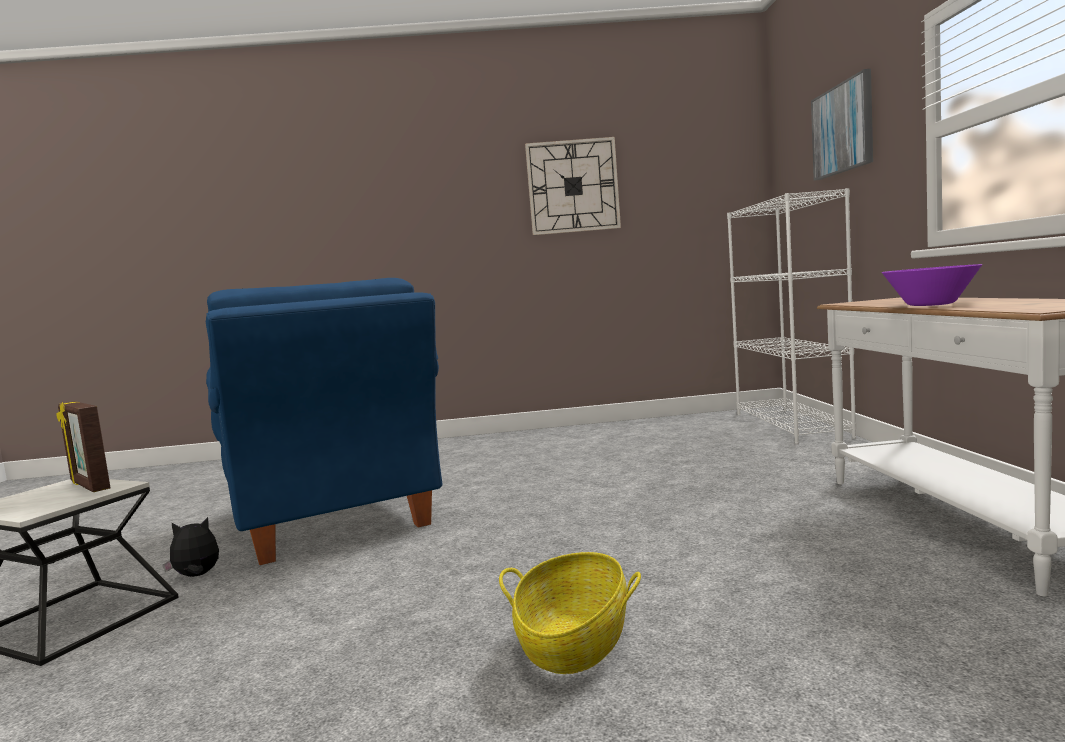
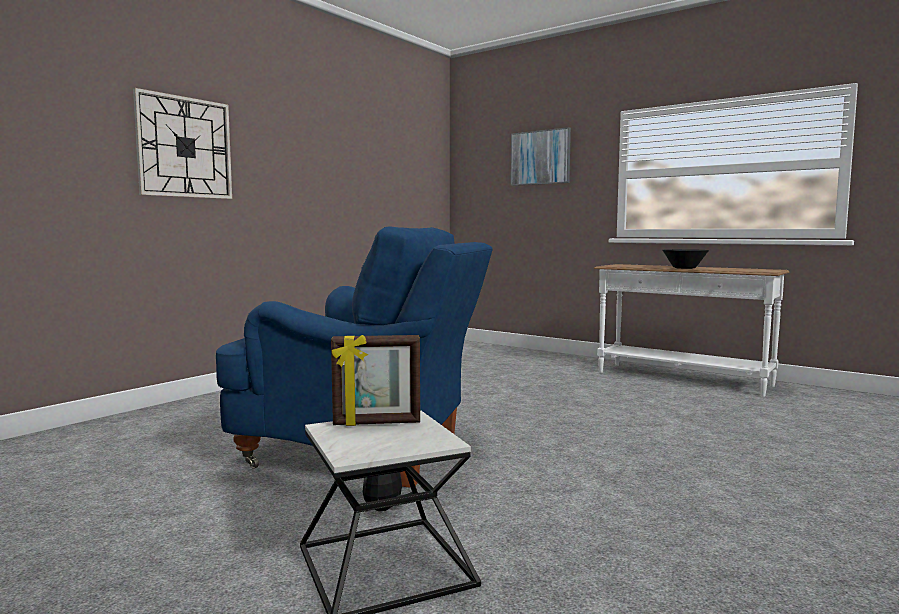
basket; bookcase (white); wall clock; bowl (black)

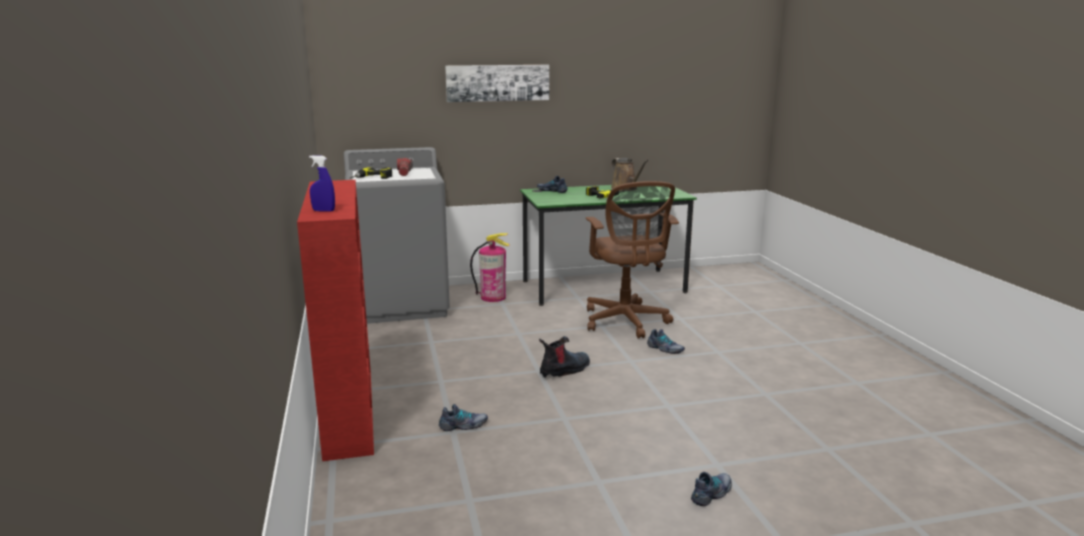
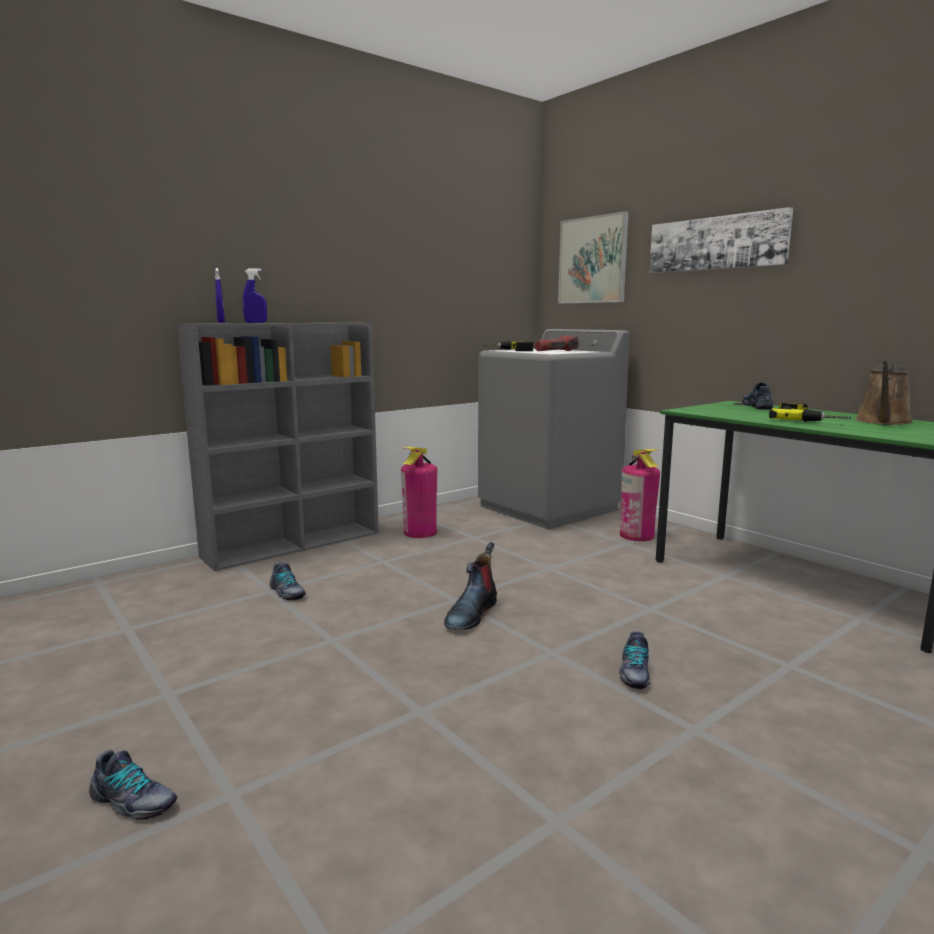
office chair (brown); spray bottle (blue) (2nd from left); fire extinguisher (1st from left); picture (1st from left); bookcase (grey); boot

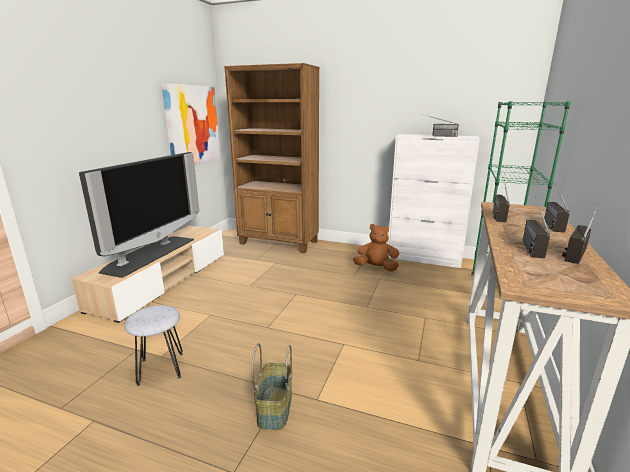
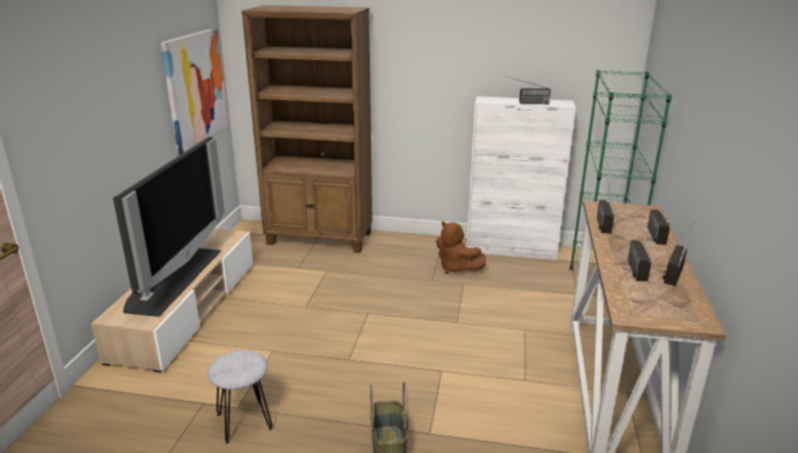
plush toy (brown)

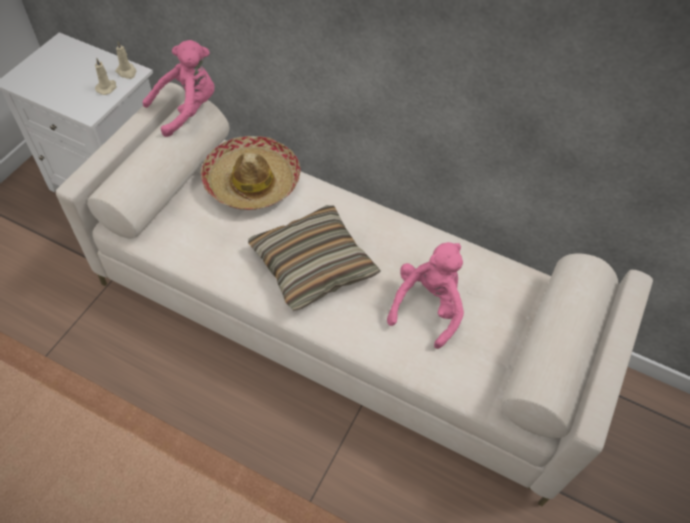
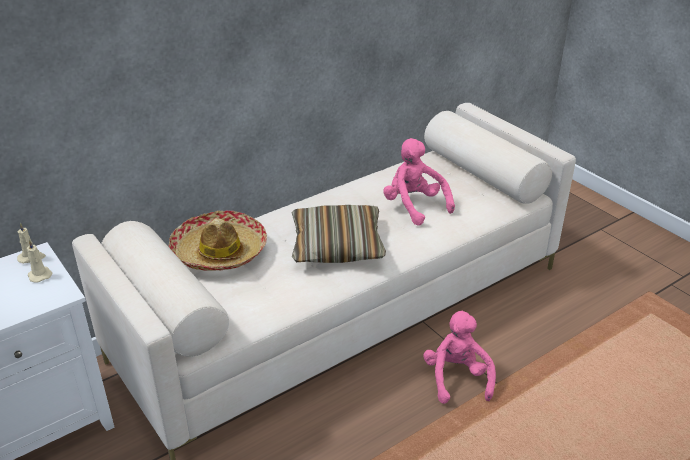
plush toy (pink) (2nd from left)

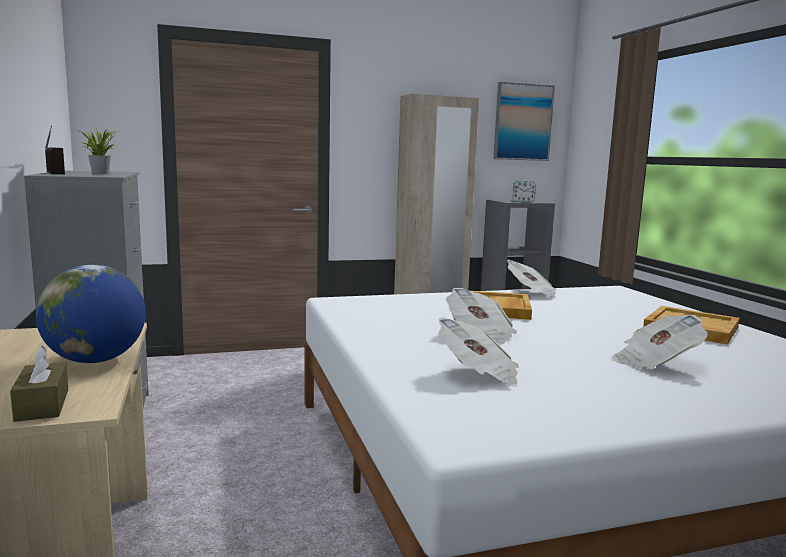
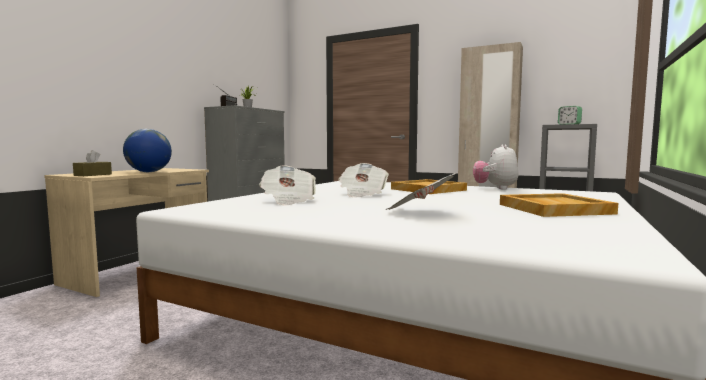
picture; plush toy

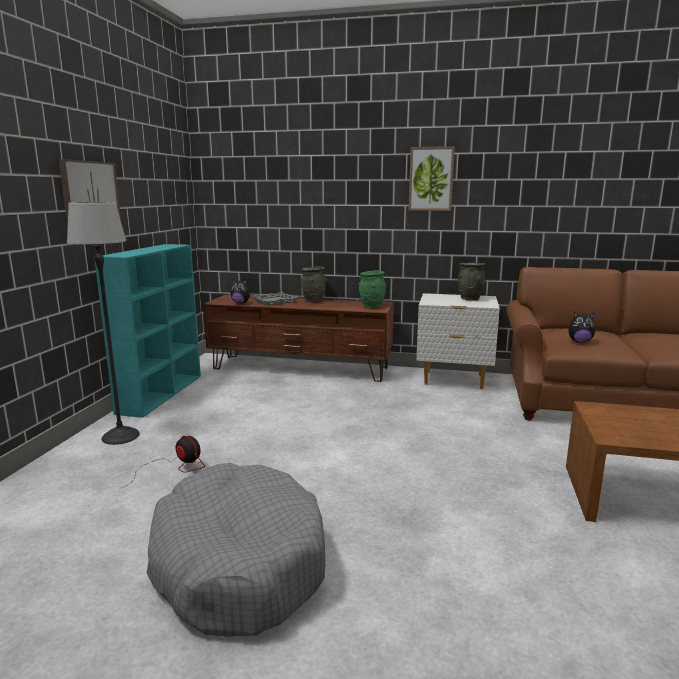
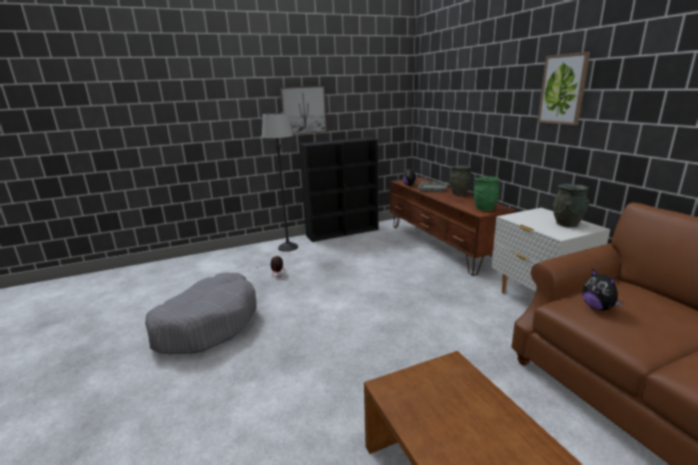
bookcase (black)

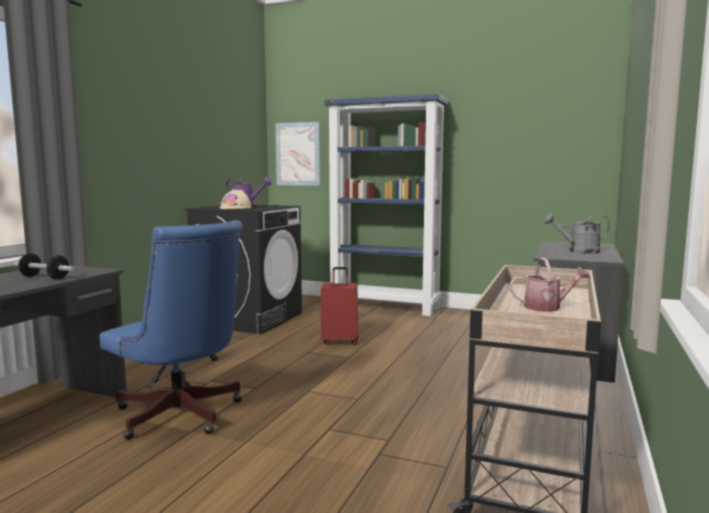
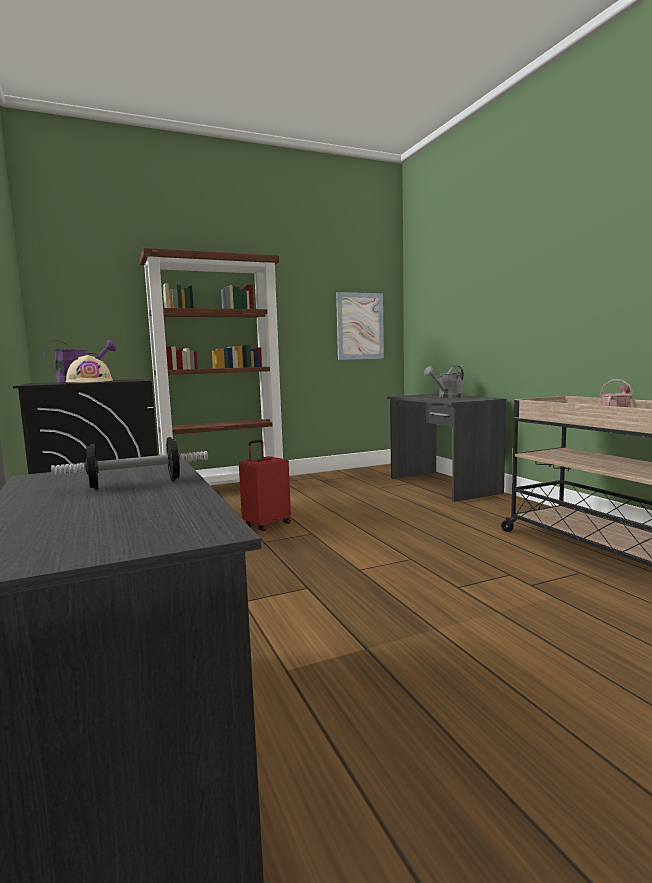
office chair (blue); picture; bookcase (brown)

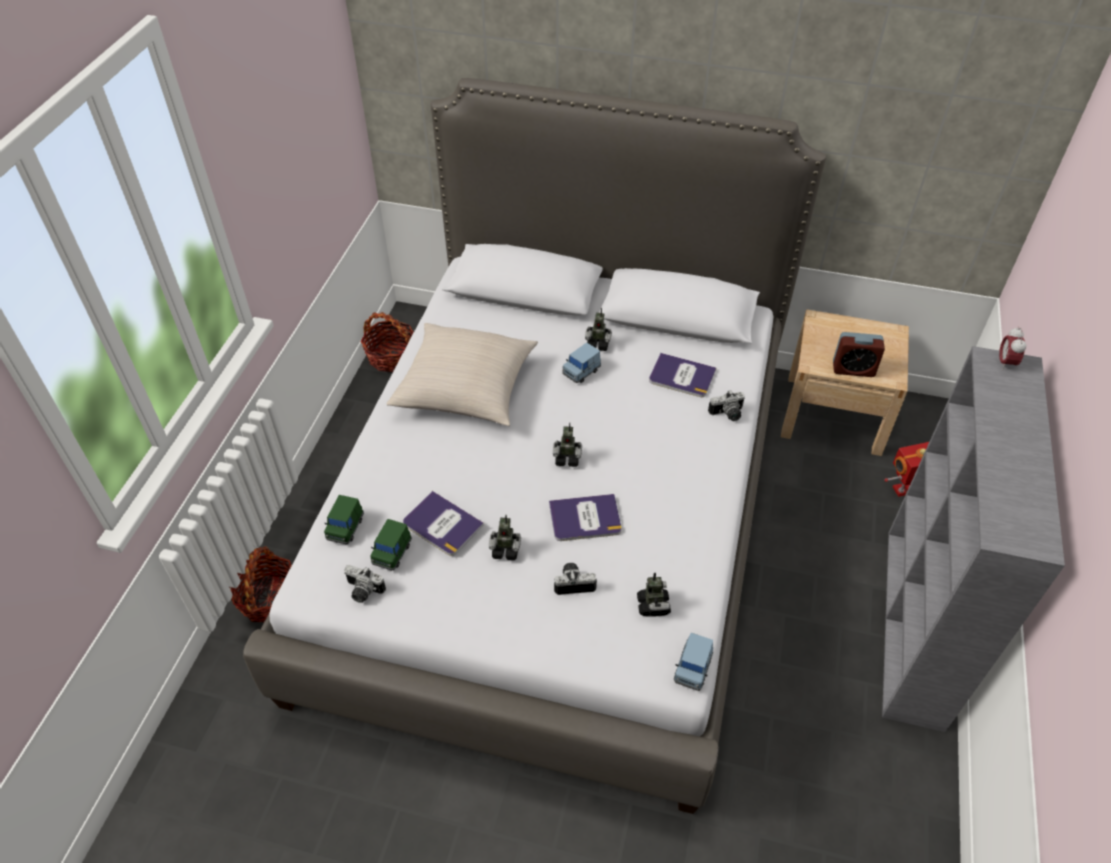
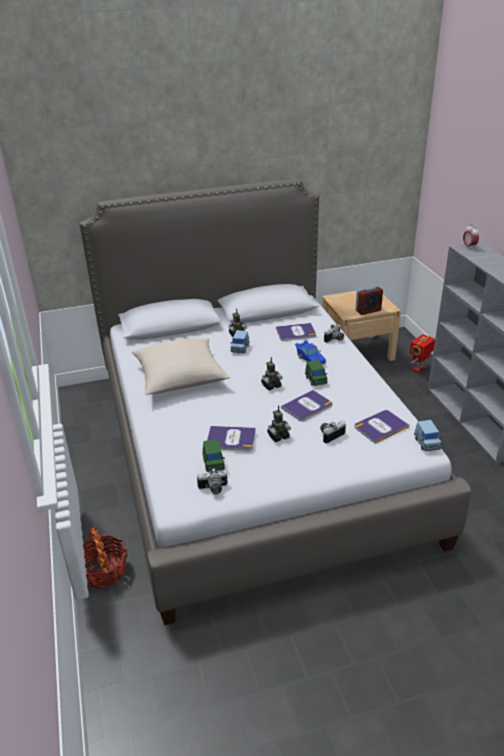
basket (2nd from left in the first image); toy car (blue) (2nd from left); toy car (green) (2nd from left); book (4th from left)

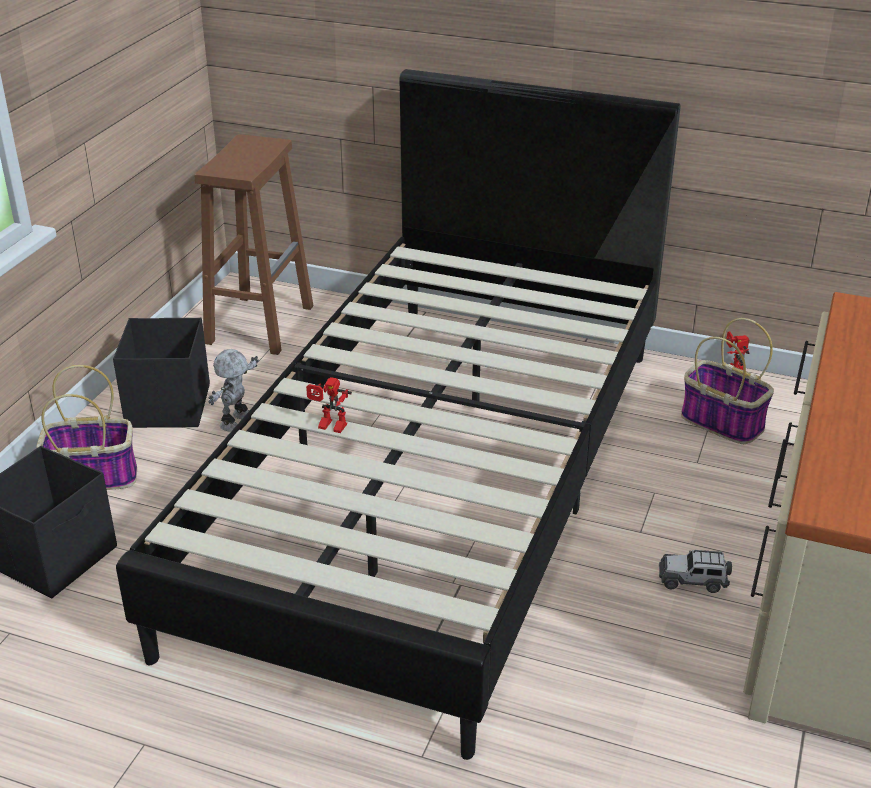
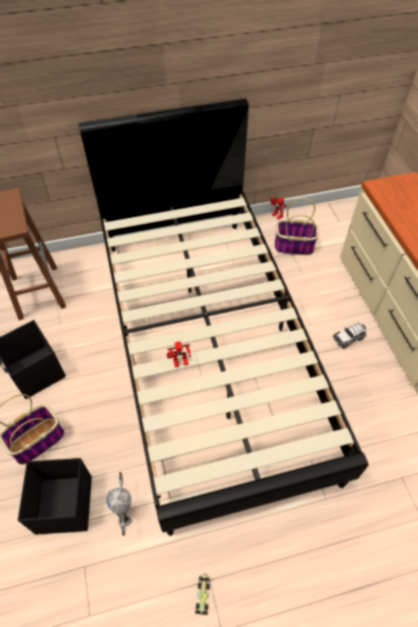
toy car (1st from left); toy robot (1st from left)

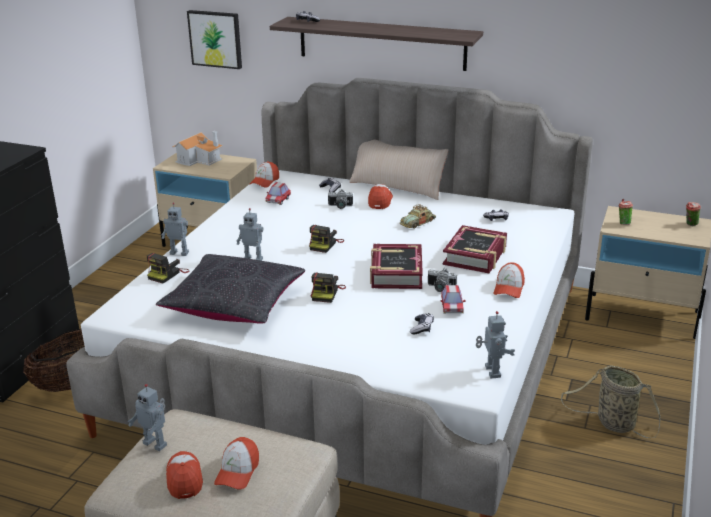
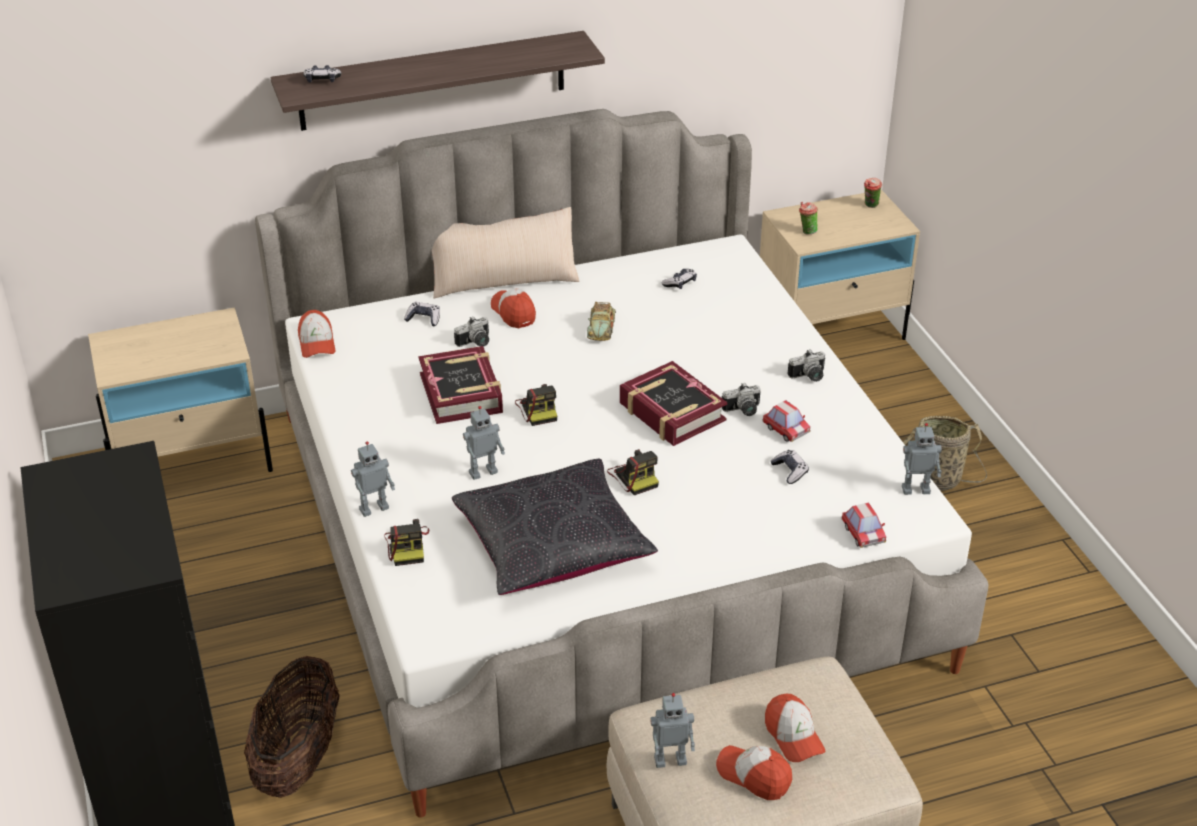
toy house; picture; toy car (3rd from left); book (1st from left); photo camera (6th from left); toy robot (4th from left)

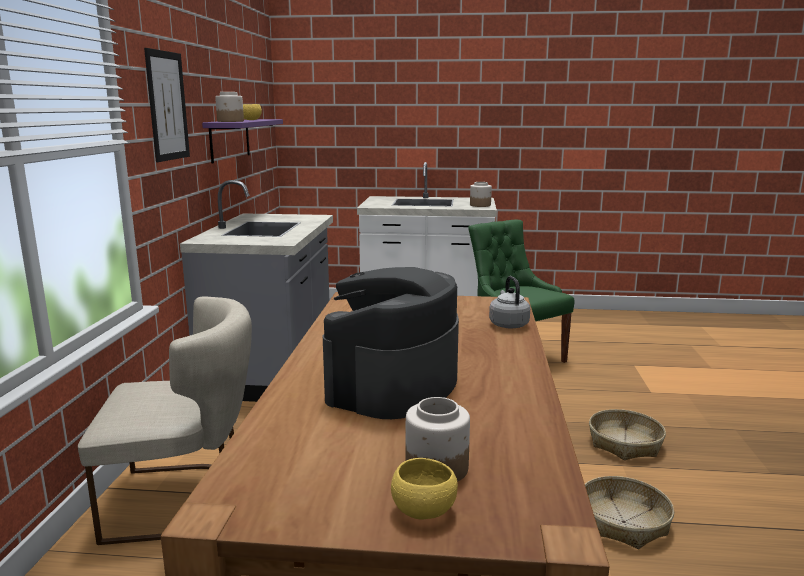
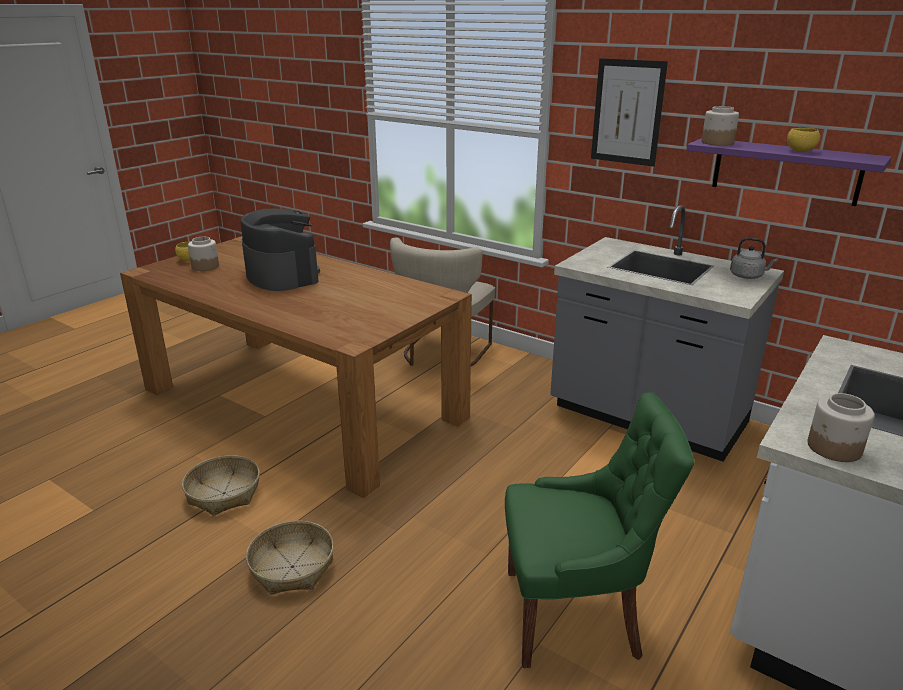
kettle (grey)

